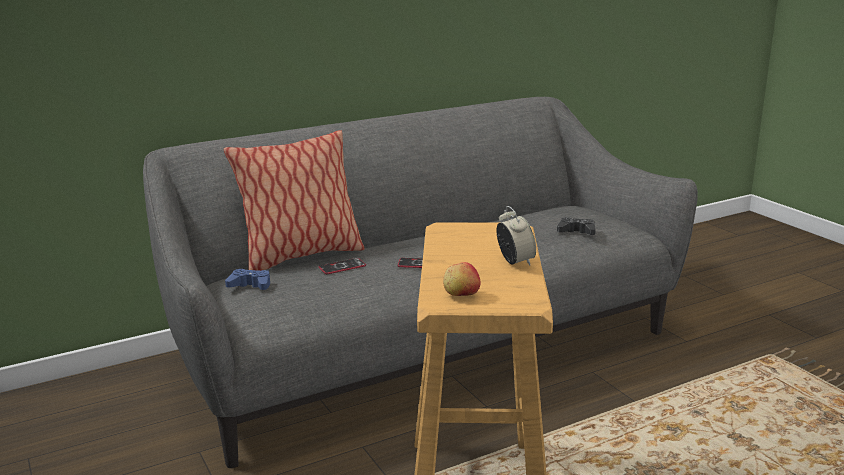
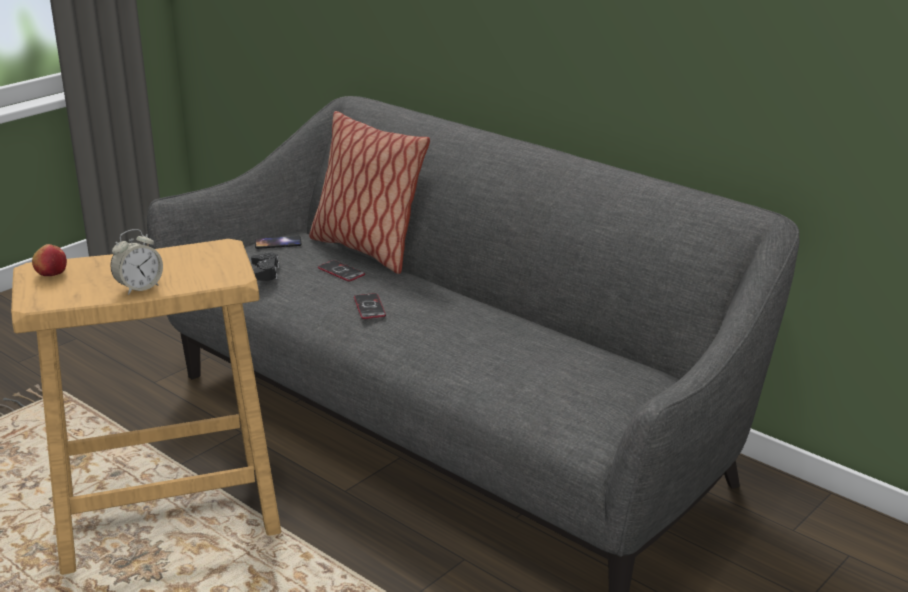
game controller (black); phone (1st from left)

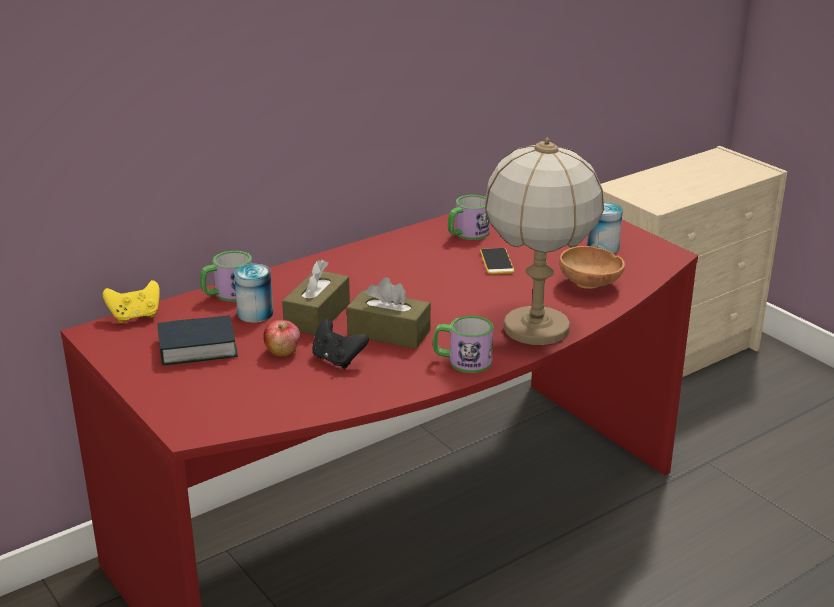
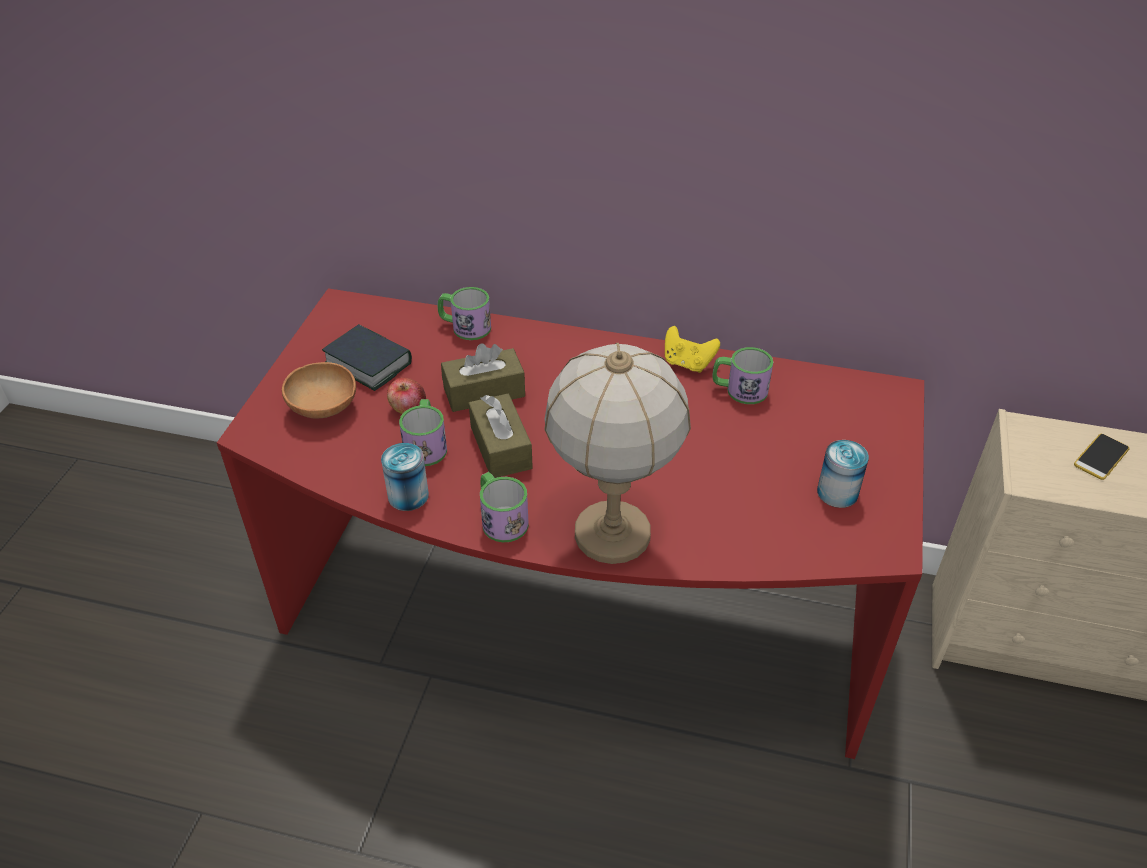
game controller (yellow); can (1st from left); phone; bowl (brown); mug (1st from left)

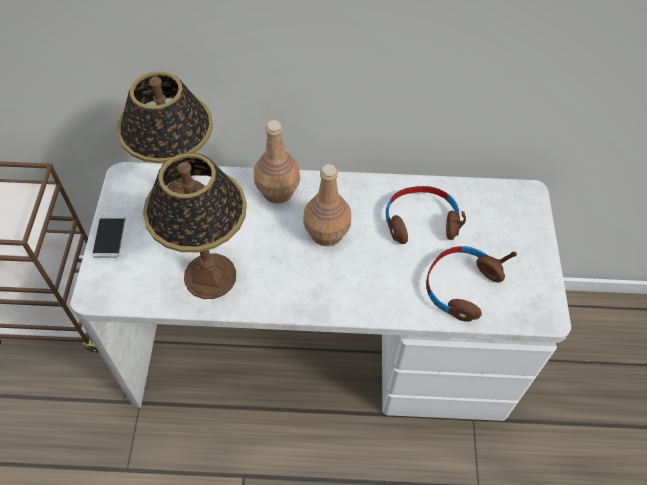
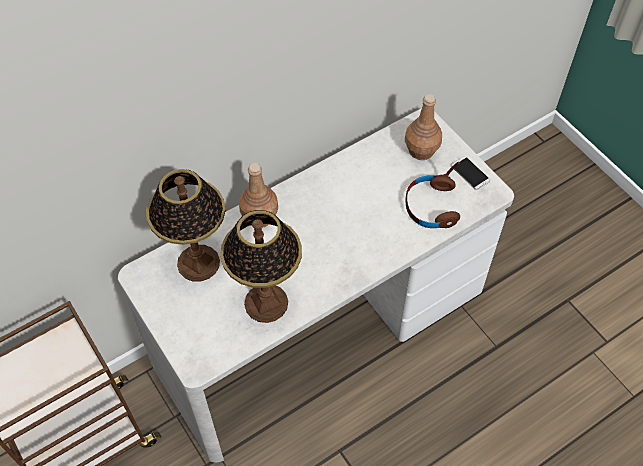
headphones (brown) (1st from left in the first image); phone; bottle (brown) (2nd from left)

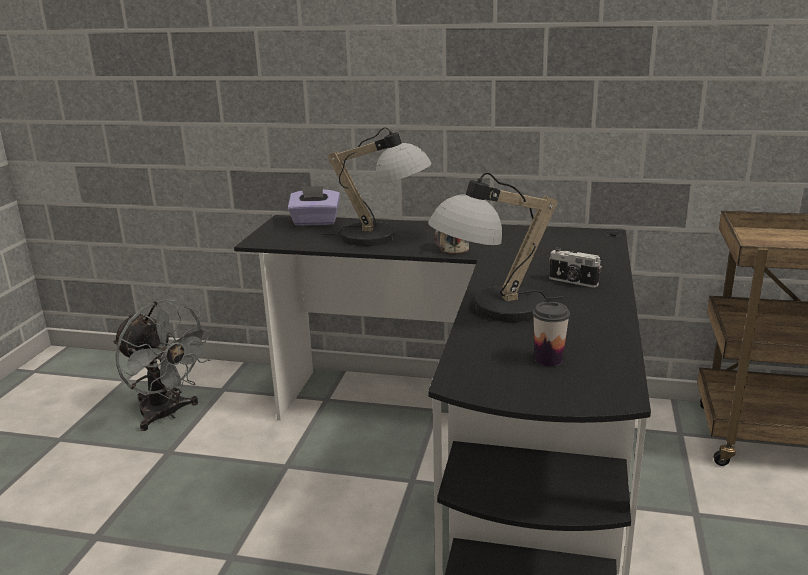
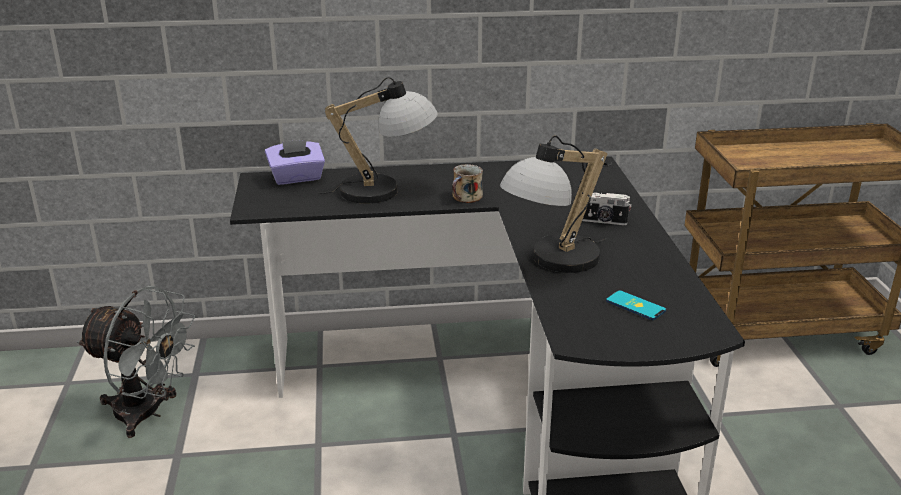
phone

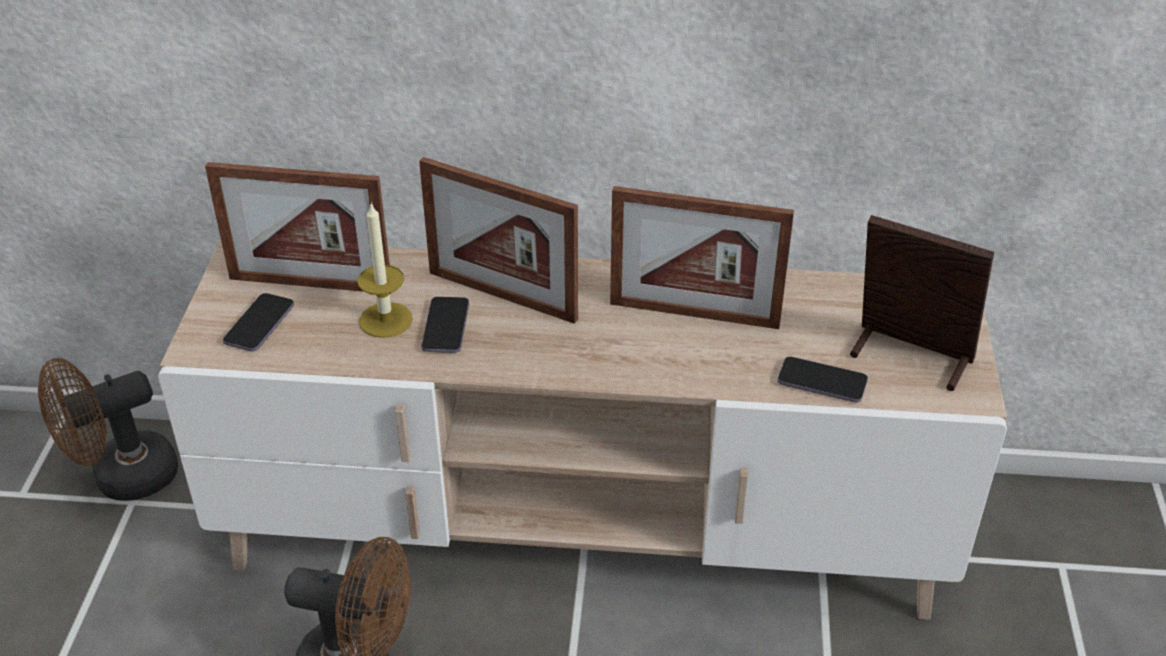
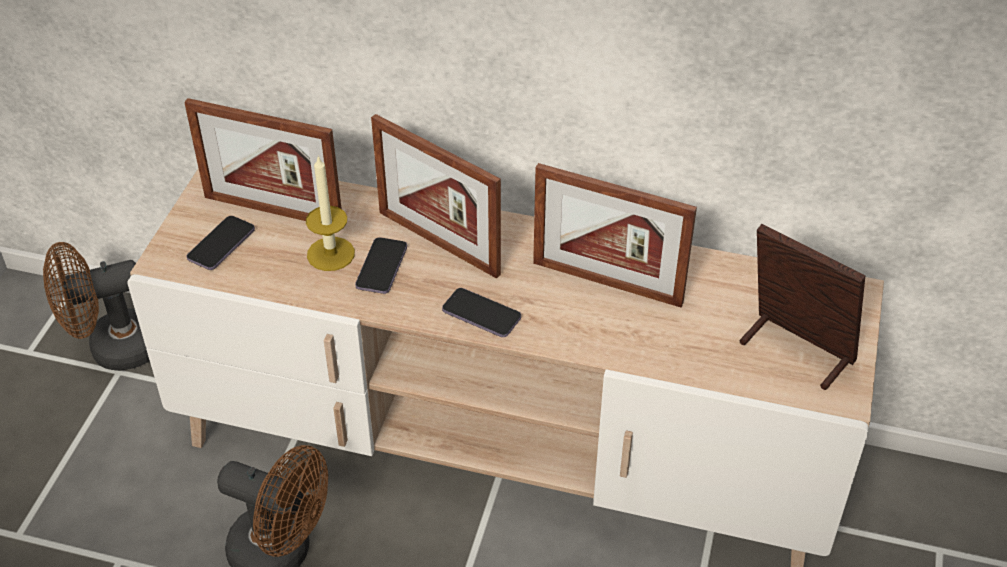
phone (3rd from left)

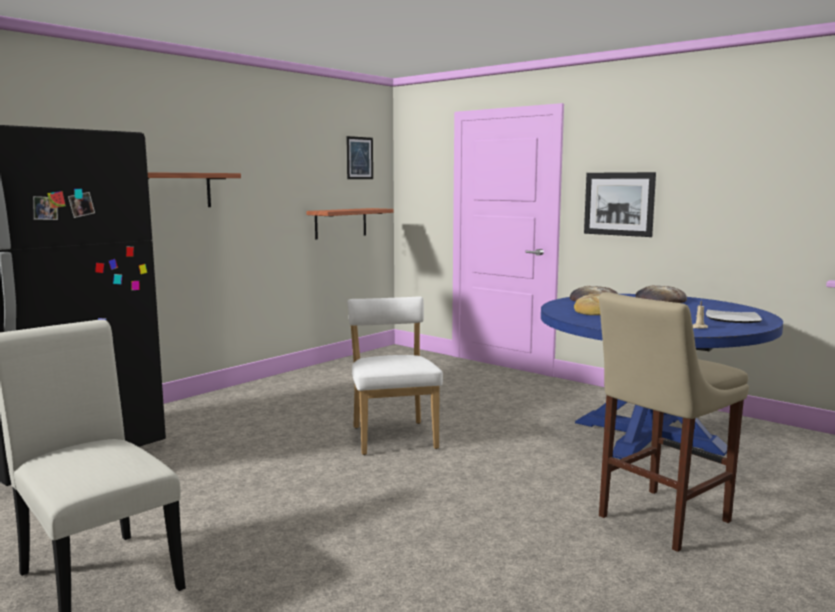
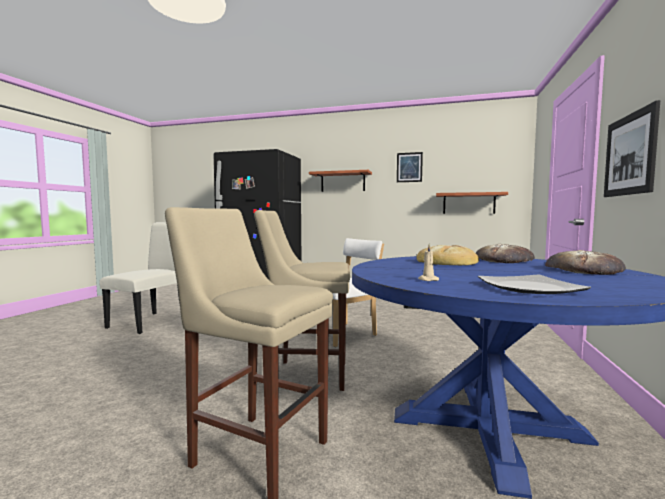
stool (beige) (2nd from left); picture (1st from left)

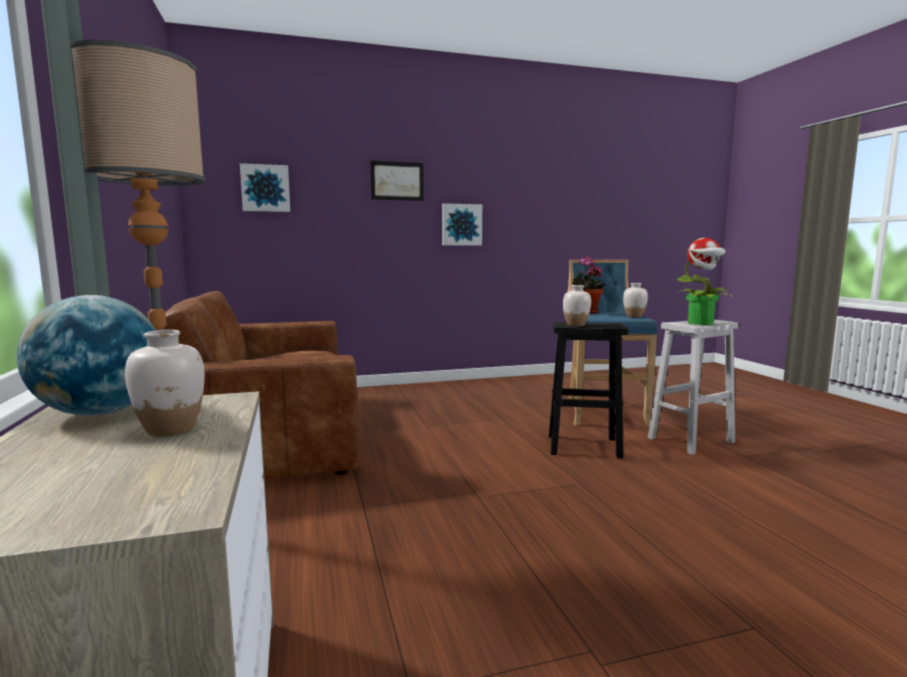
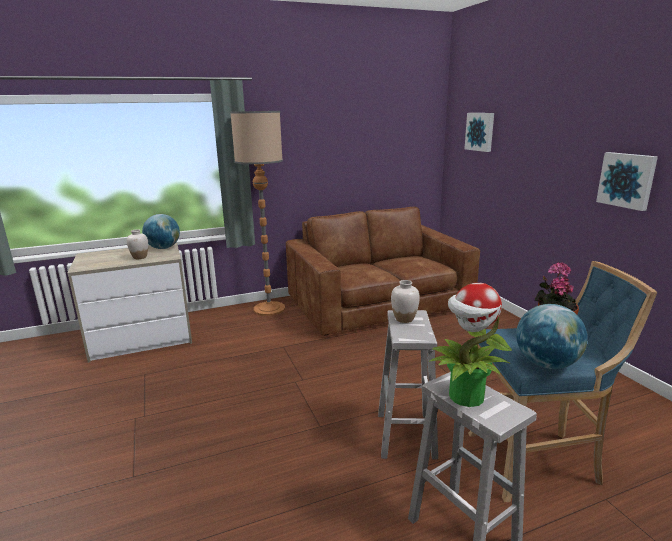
picture (2nd from left in the first image); globe (2nd from left); stool (white) (1st from left)

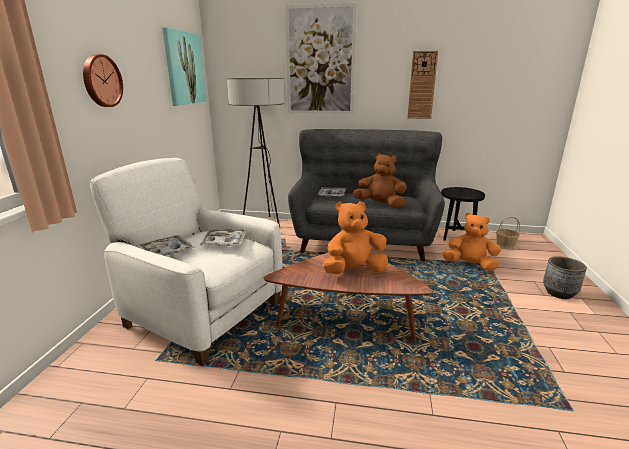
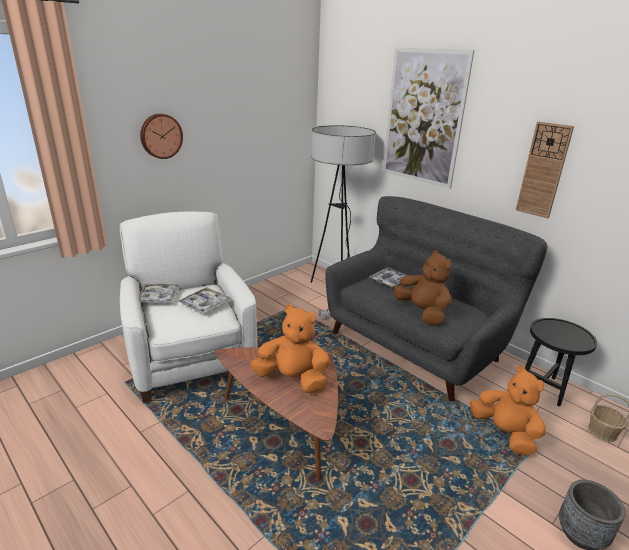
picture (1st from left in the first image)

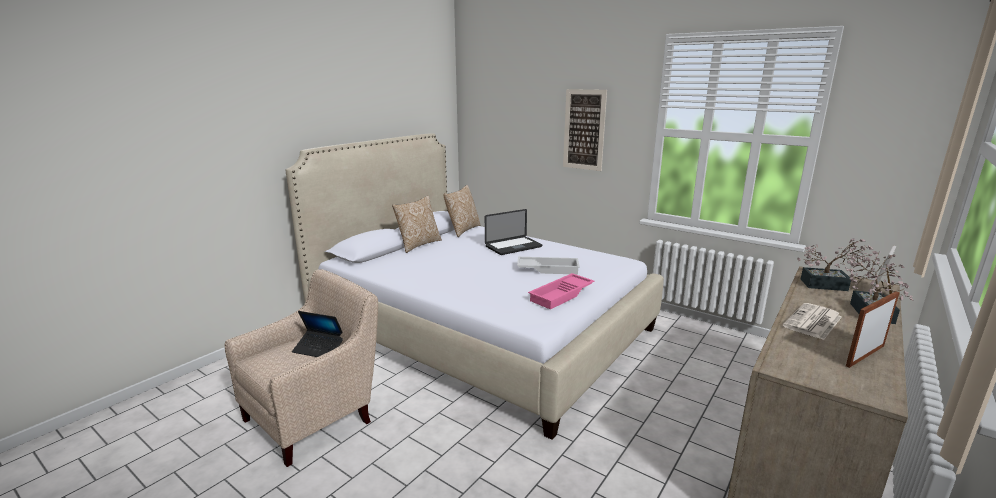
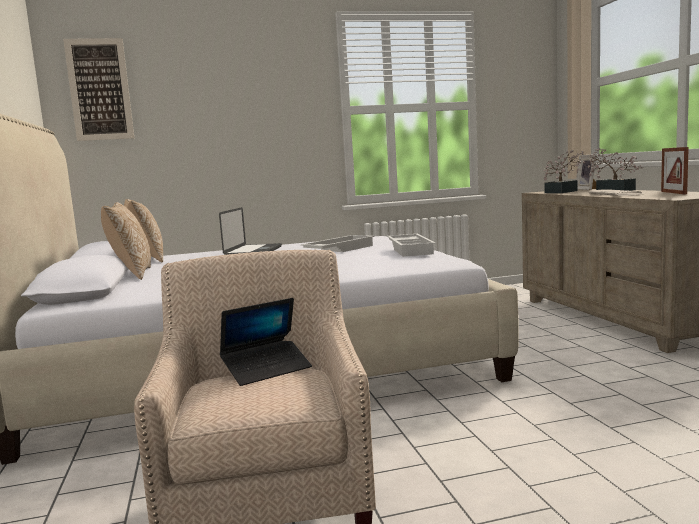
picture; tray (white) (2nd from left)

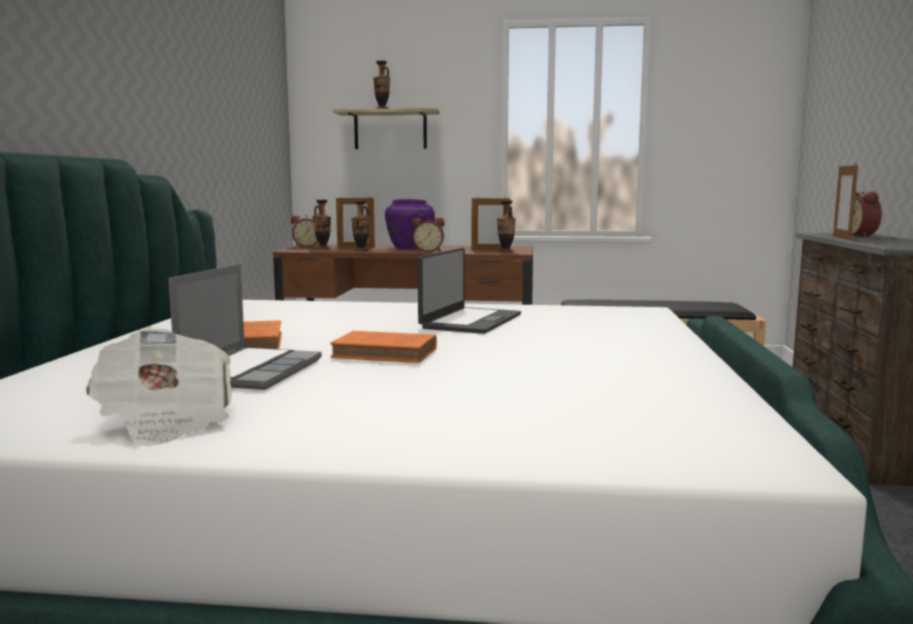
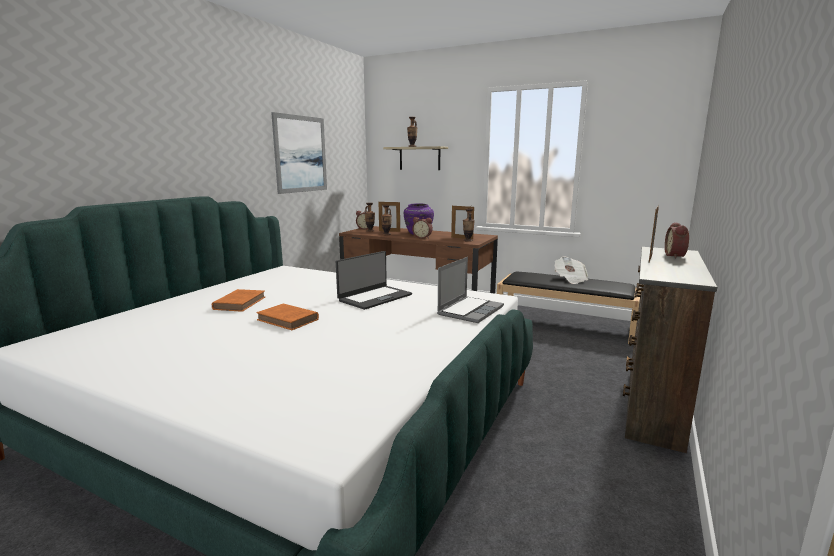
picture; newspaper; laptop (2nd from left)

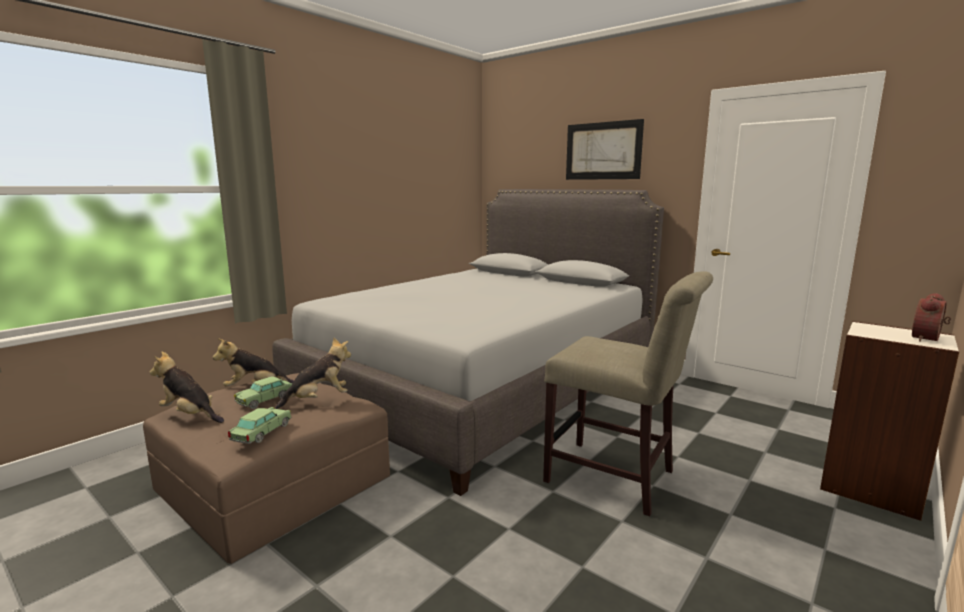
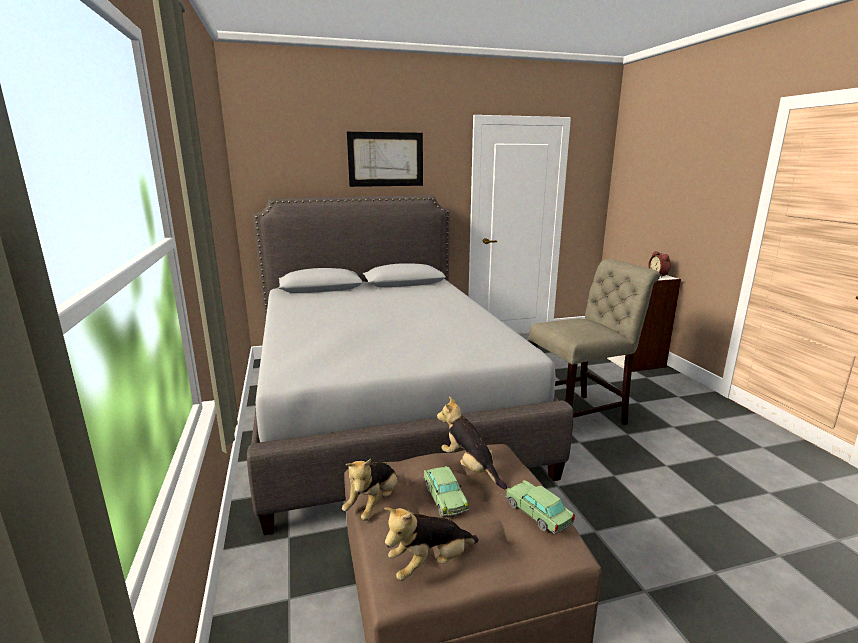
plush toy (3rd from left)

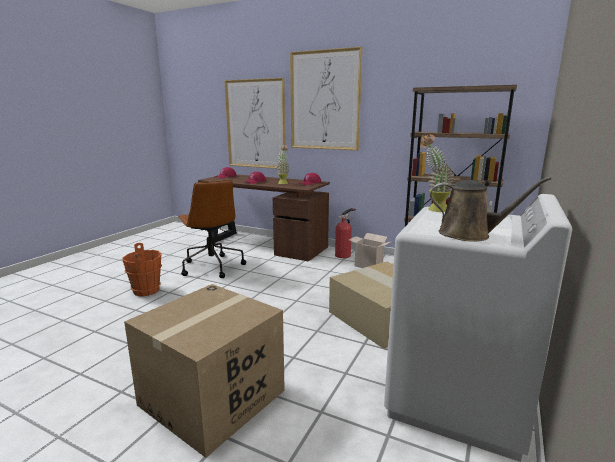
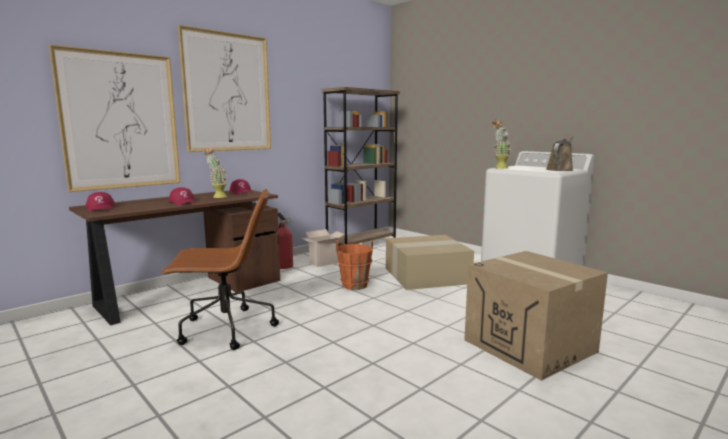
bucket (orange)

